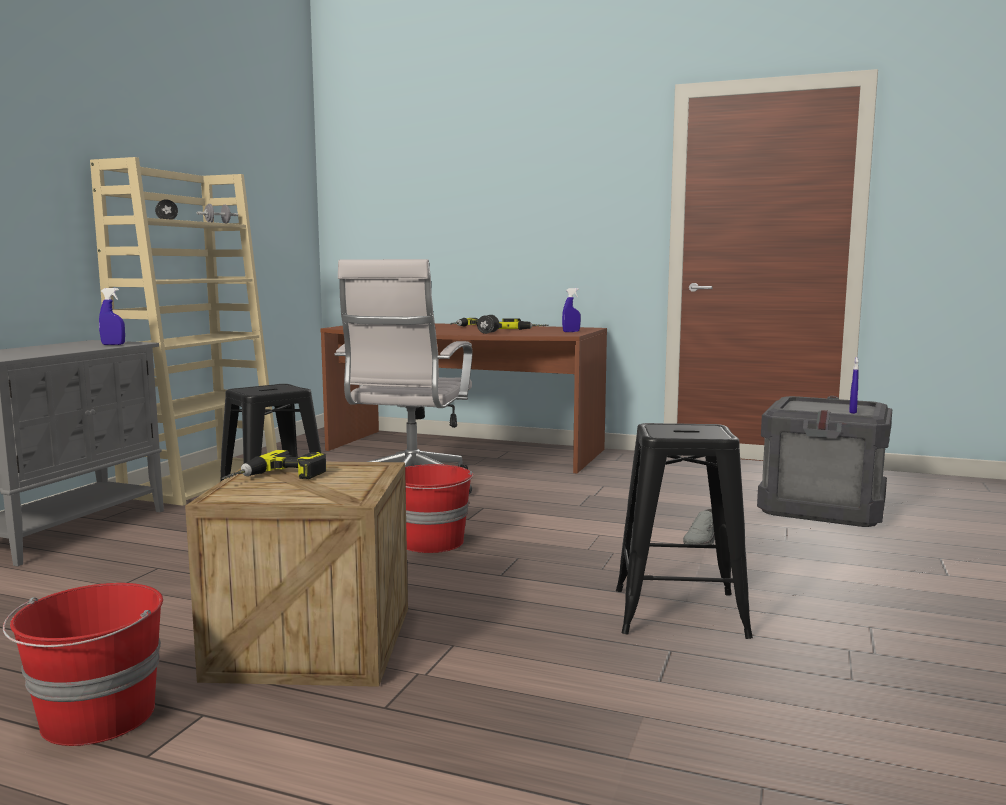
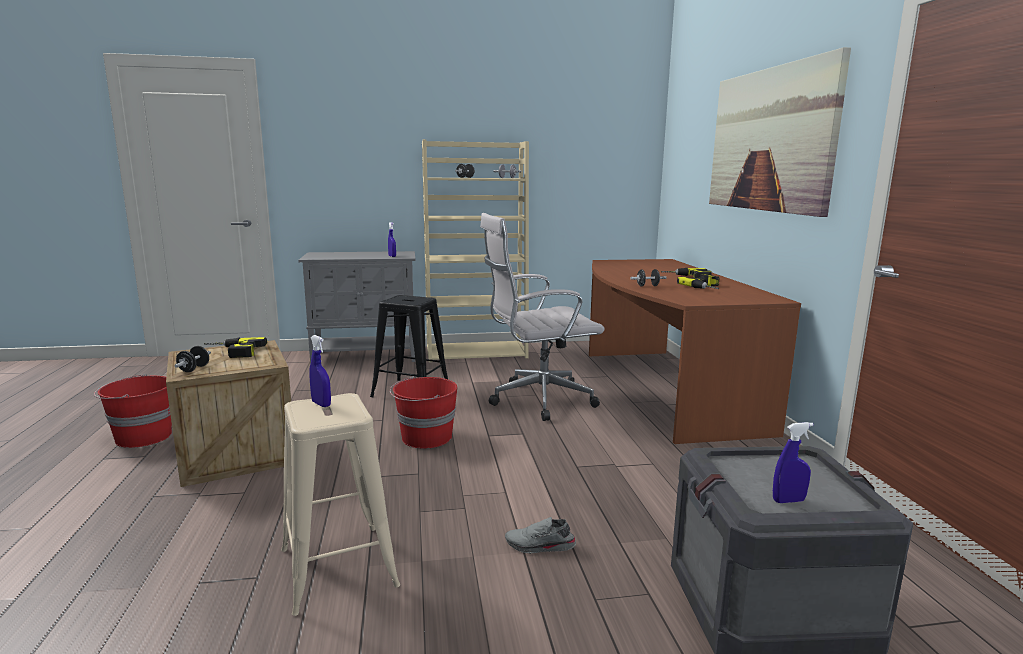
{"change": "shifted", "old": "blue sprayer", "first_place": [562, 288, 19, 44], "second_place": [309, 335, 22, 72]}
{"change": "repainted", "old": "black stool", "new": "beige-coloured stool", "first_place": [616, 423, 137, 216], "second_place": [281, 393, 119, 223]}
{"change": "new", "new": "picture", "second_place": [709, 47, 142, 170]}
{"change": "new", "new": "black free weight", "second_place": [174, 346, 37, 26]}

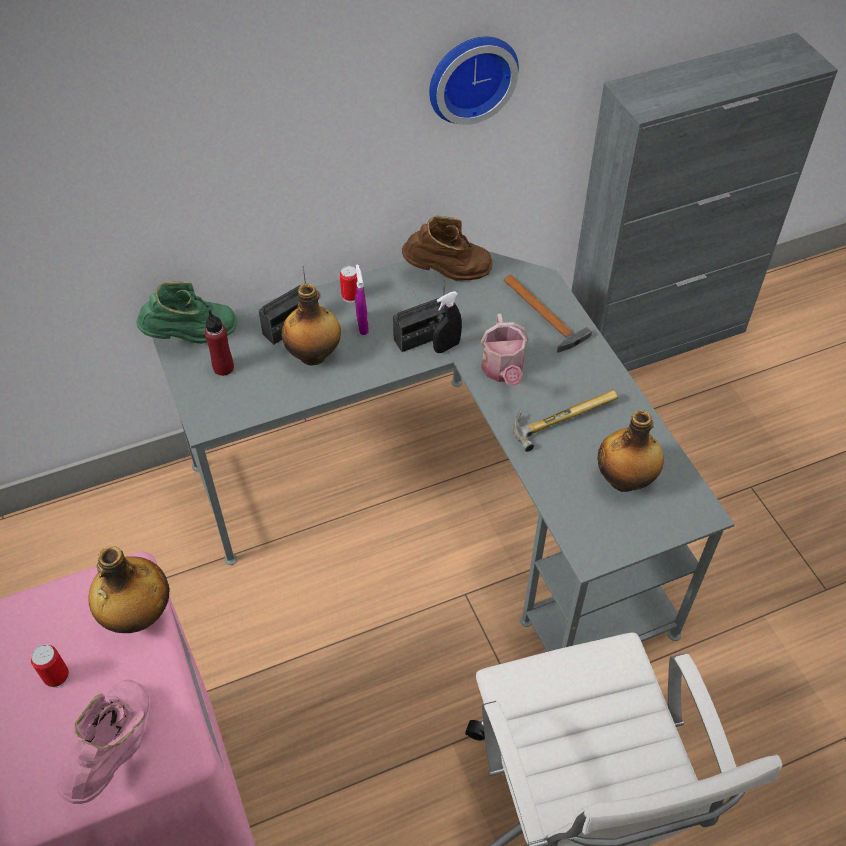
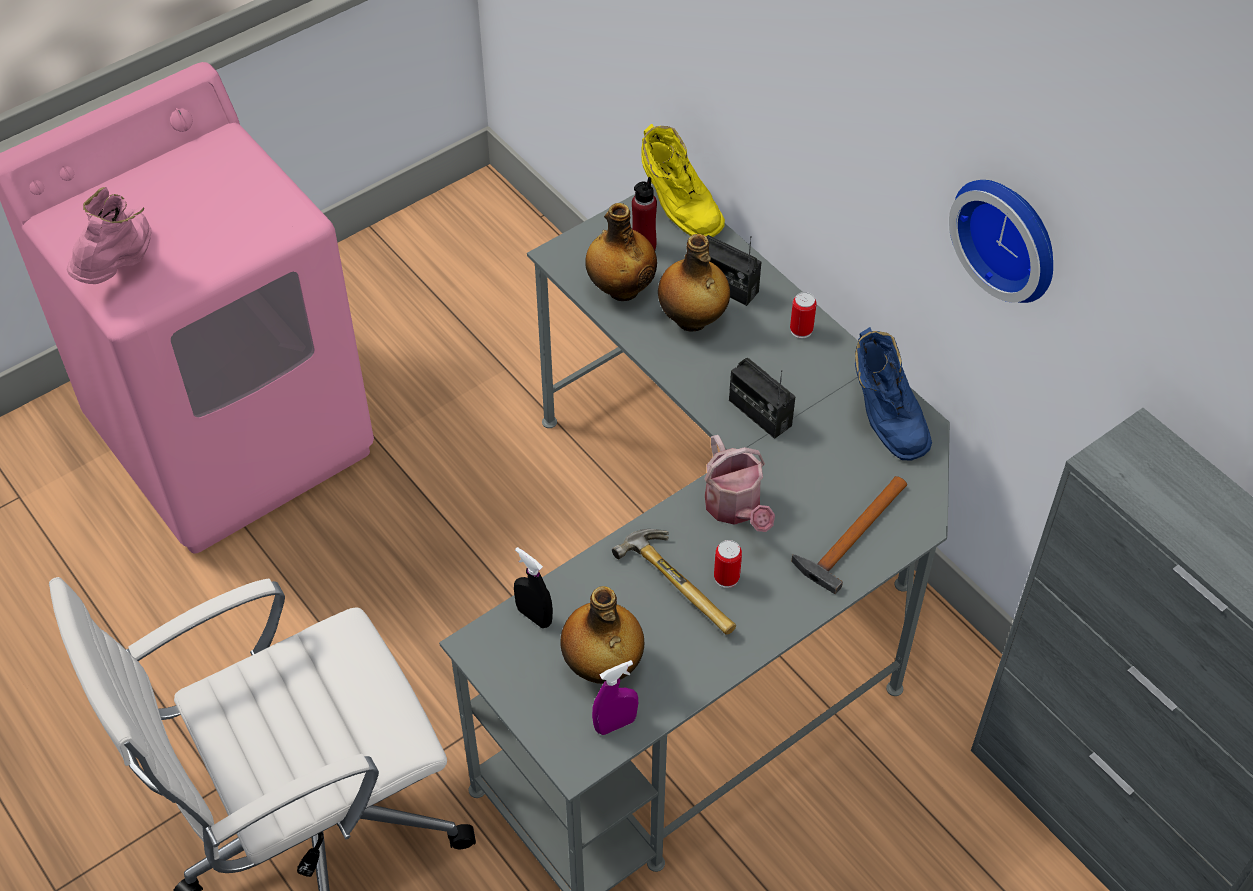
{"change": "repainted", "old": "brown-coloured high-top boot", "new": "blue high-top boot", "first_place": [402, 215, 91, 66], "second_place": [855, 327, 77, 133]}
{"change": "shifted", "old": "purplish sprayer", "first_place": [355, 264, 14, 71], "second_place": [592, 660, 46, 75]}
{"change": "repainted", "old": "greenish high-top boot", "new": "yellow high-top boot", "first_place": [136, 281, 101, 63], "second_place": [642, 124, 83, 113]}
{"change": "shifted", "old": "black sprayer", "first_place": [433, 292, 29, 61], "second_place": [514, 547, 39, 81]}
{"change": "rotated", "old": "watering can", "first_place": [481, 314, 48, 73], "second_place": [705, 435, 70, 97], "degrees": -90}
{"change": "shifted", "old": "drink bottle", "first_place": [89, 546, 81, 87], "second_place": [585, 203, 72, 98]}
{"change": "shifted", "old": "metal can", "first_place": [31, 644, 38, 44], "second_place": [714, 540, 28, 48]}
{"change": "rotated", "old": "pinkish high-top boot", "first_place": [56, 680, 96, 124], "second_place": [66, 187, 85, 97], "degrees": -75}

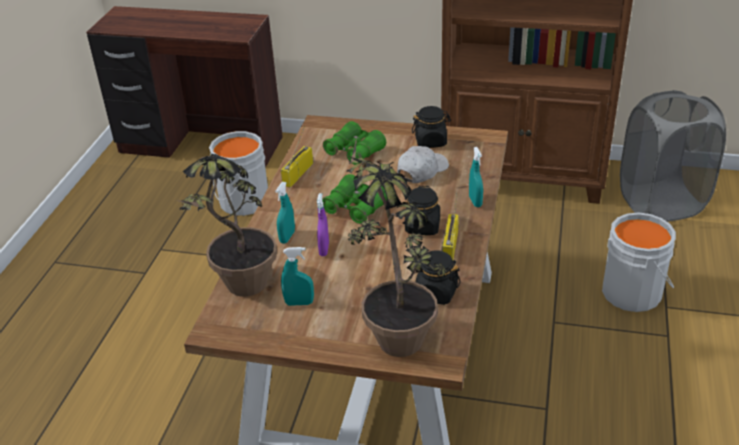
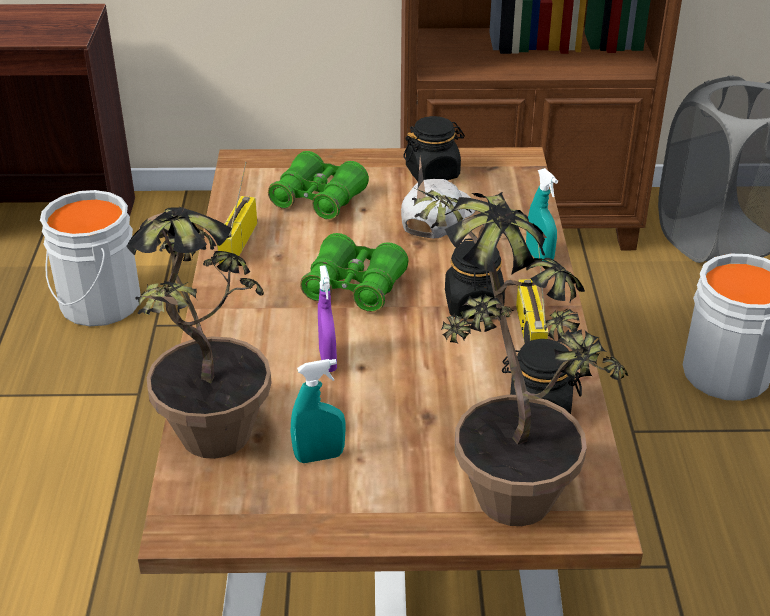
{"change": "gone", "old": "turquoise sprayer", "first_place": [275, 182, 20, 61]}

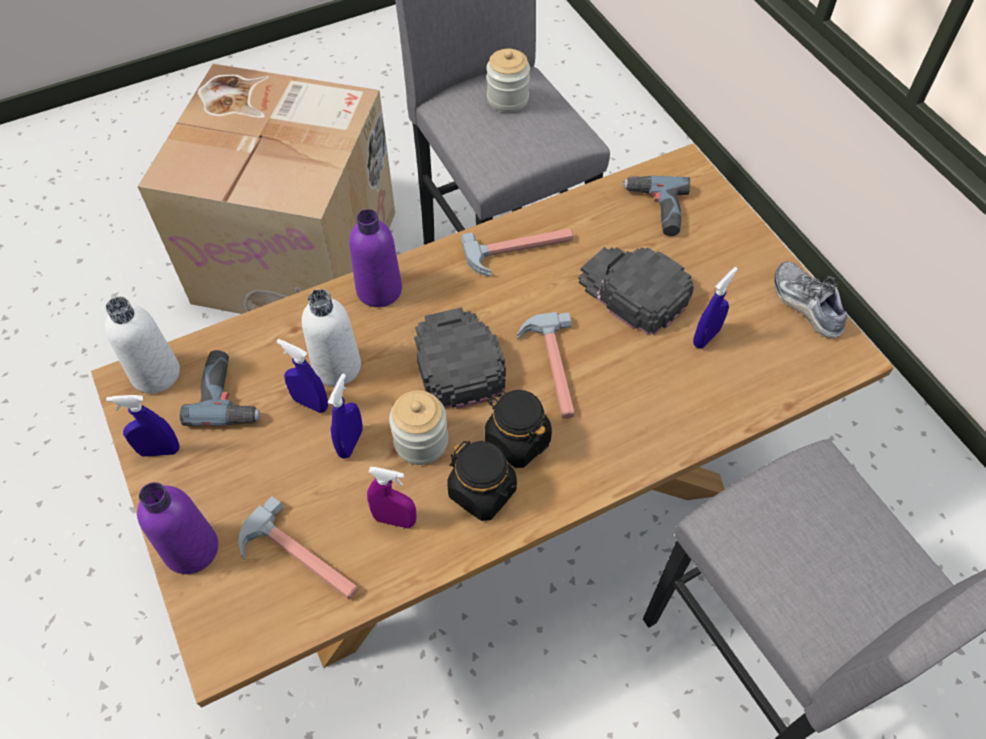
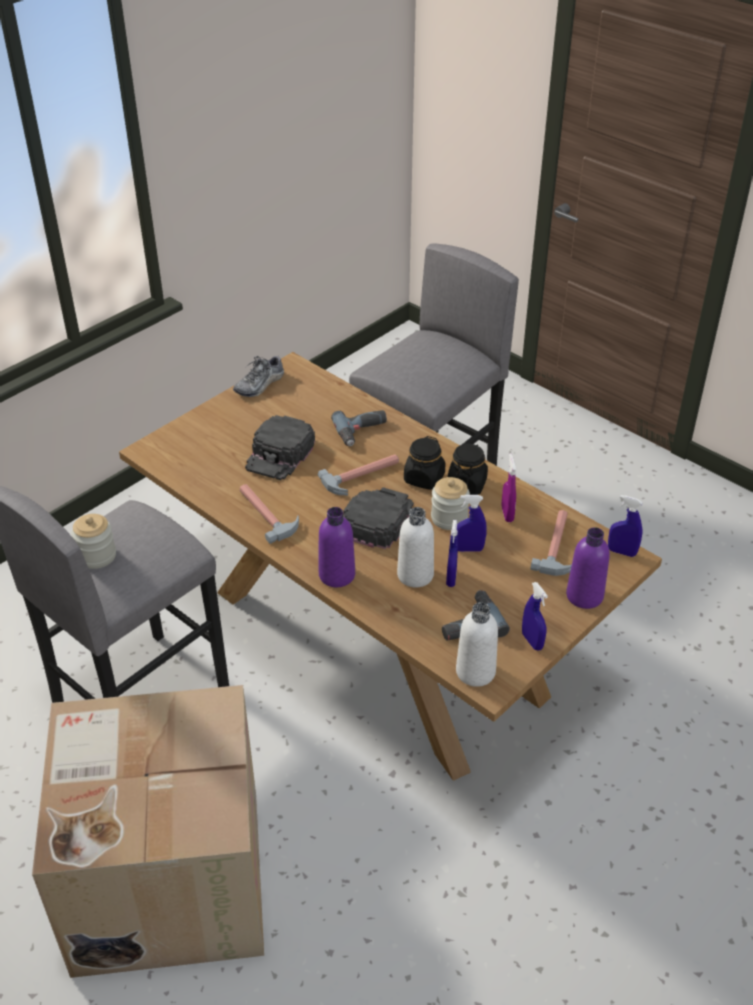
{"change": "shifted", "old": "power drill", "first_place": [623, 176, 67, 60], "second_place": [331, 410, 56, 36]}
{"change": "shifted", "old": "blue sprayer", "first_place": [693, 267, 45, 81], "second_place": [608, 495, 35, 62]}
{"change": "rotated", "old": "black peaked cap", "first_place": [414, 307, 92, 102], "second_place": [343, 487, 71, 62], "degrees": 150}

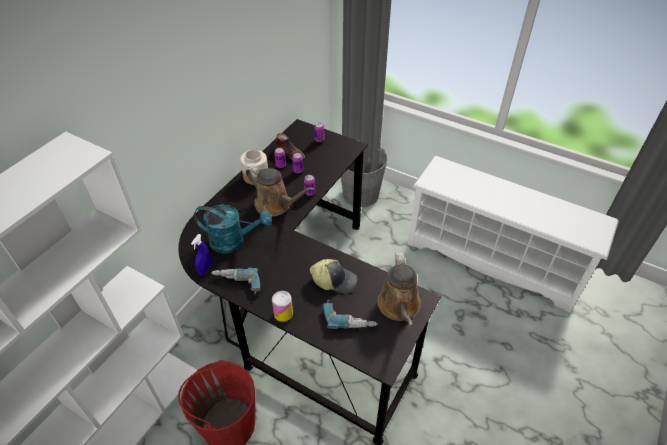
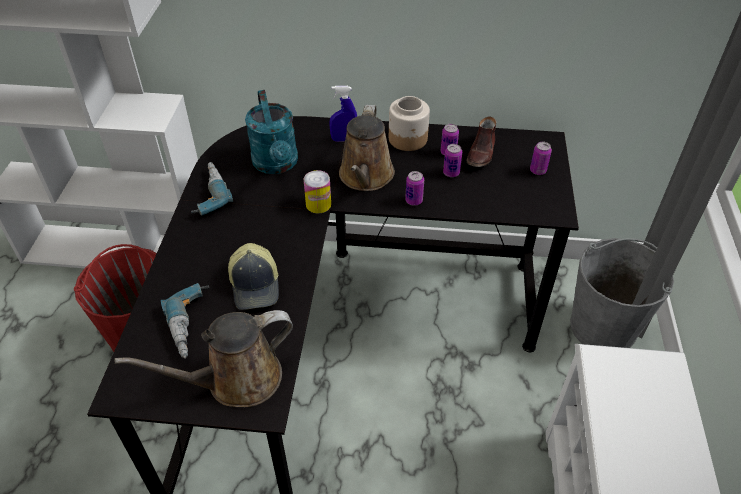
{"change": "shifted", "old": "blue sprayer", "first_place": [191, 234, 21, 42], "second_place": [329, 86, 28, 56]}
{"change": "shifted", "old": "metal can", "first_place": [272, 291, 21, 31], "second_place": [303, 170, 28, 43]}

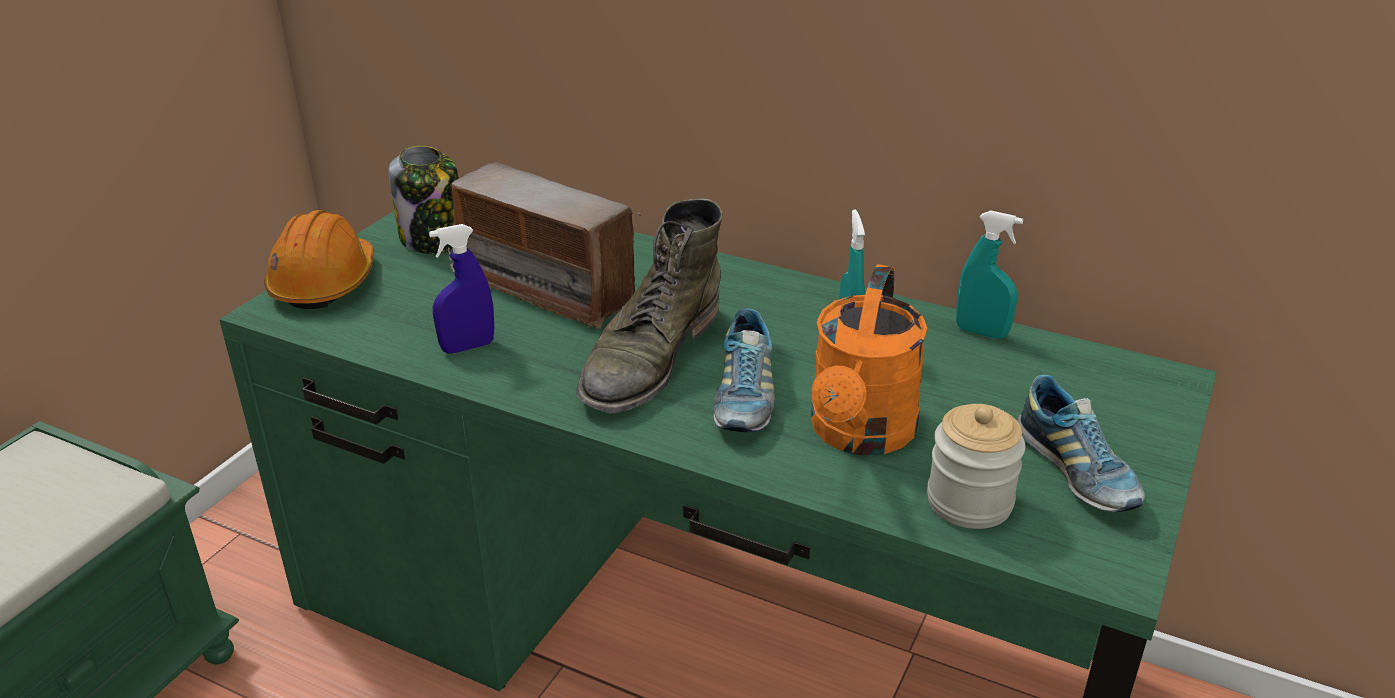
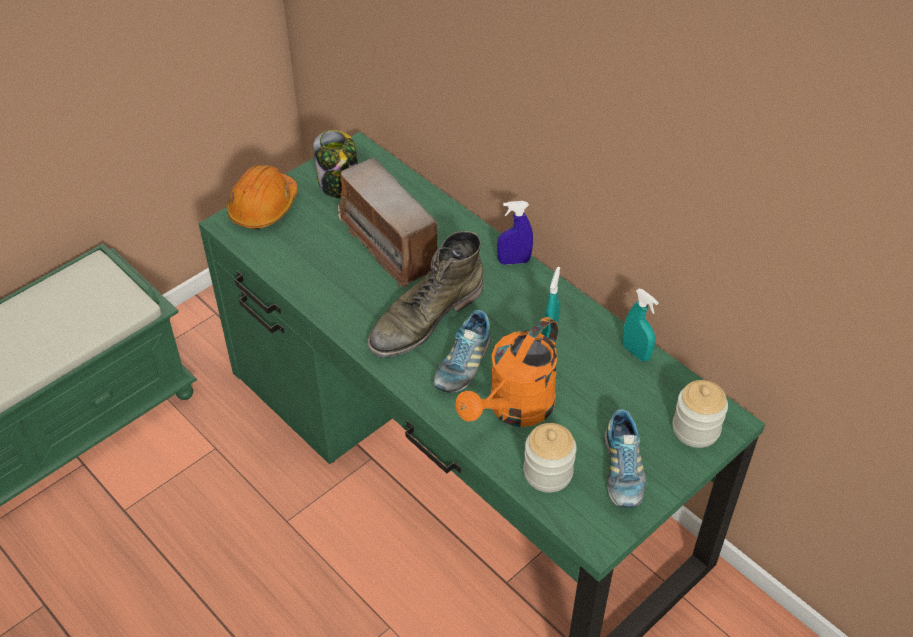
{"change": "shifted", "old": "blue sprayer", "first_place": [429, 224, 65, 129], "second_place": [497, 201, 36, 64]}
{"change": "new", "new": "jar", "second_place": [673, 380, 55, 68]}

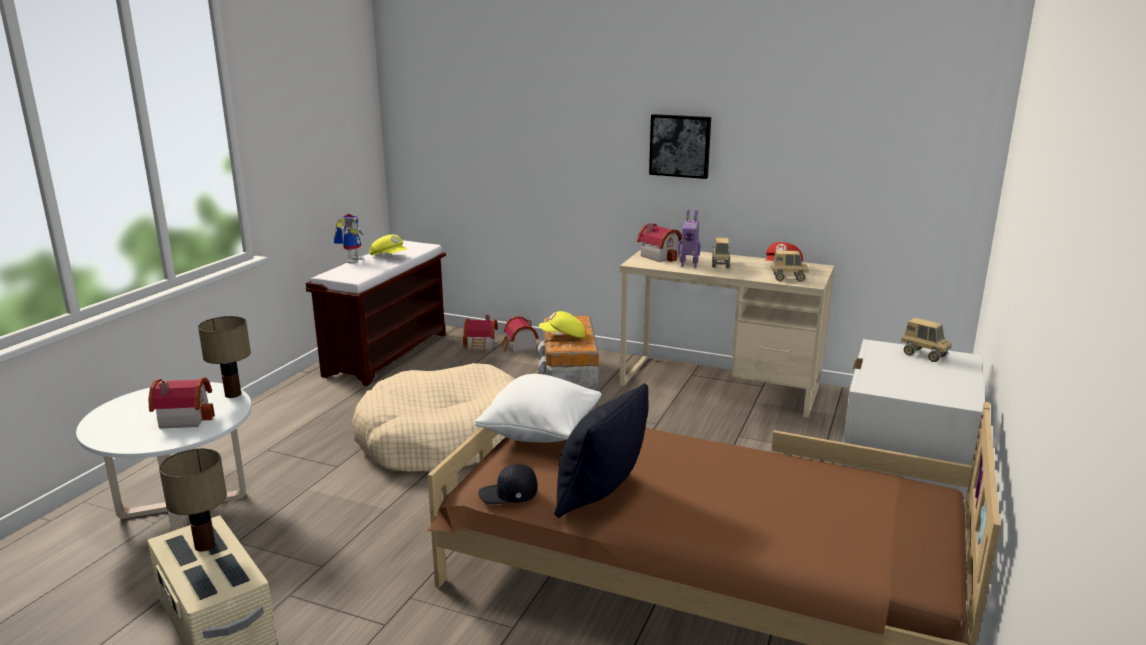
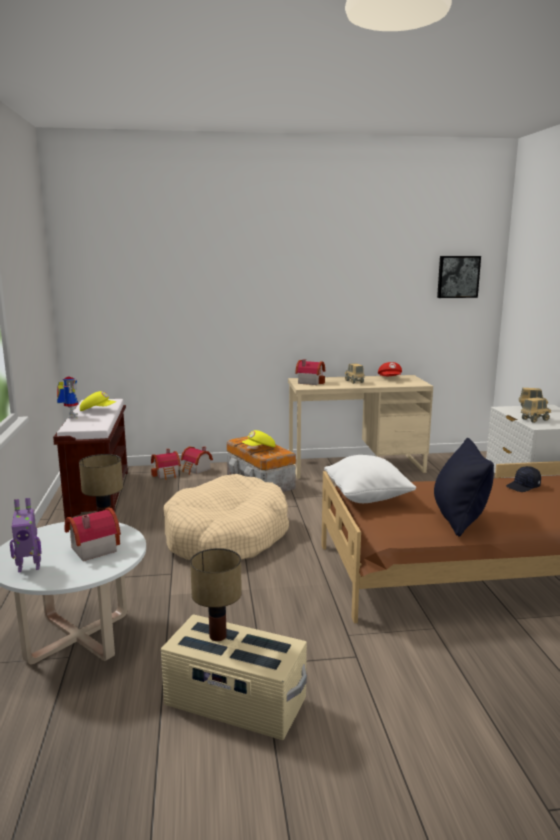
{"change": "shifted", "old": "picture", "first_place": [649, 114, 62, 65], "second_place": [437, 256, 44, 42]}
{"change": "shifted", "old": "robot figure", "first_place": [678, 210, 23, 58], "second_place": [10, 498, 32, 74]}
{"change": "shifted", "old": "model truck", "first_place": [771, 250, 38, 32], "second_place": [521, 397, 30, 26]}
{"change": "shifted", "old": "black peaked cap", "first_place": [478, 464, 59, 40], "second_place": [506, 466, 35, 26]}

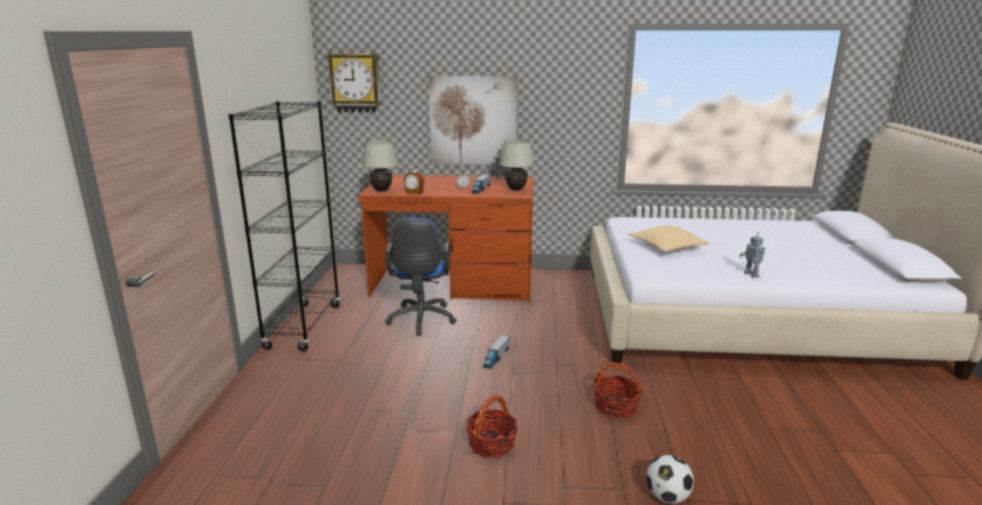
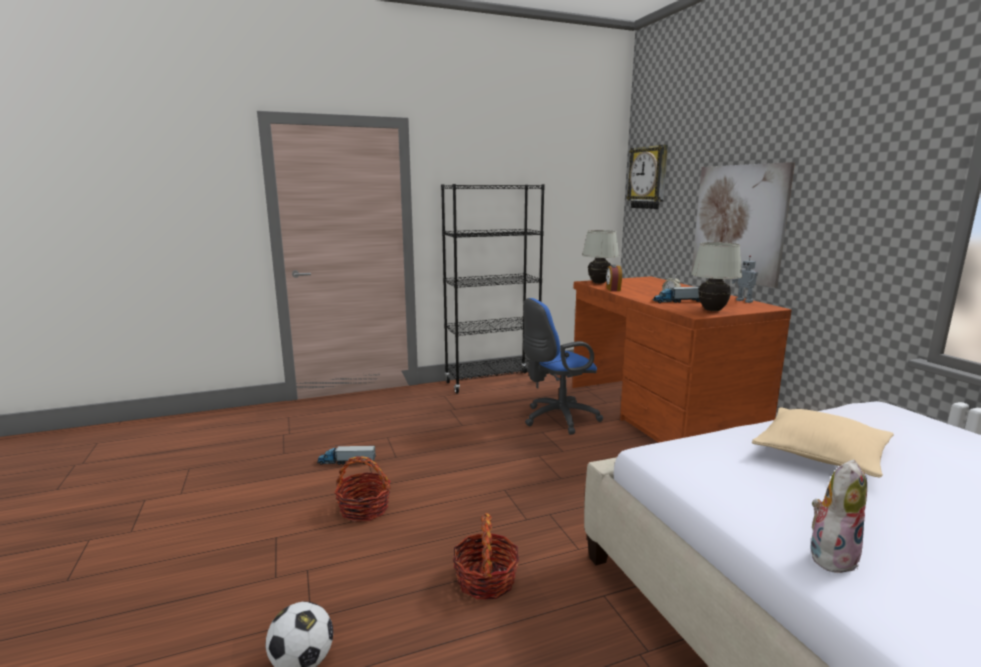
{"change": "swapped", "old": "robot figure", "new": "plush toy", "first_place": [739, 232, 26, 46], "second_place": [811, 459, 56, 116]}
{"change": "shifted", "old": "model truck", "first_place": [483, 335, 27, 34], "second_place": [317, 445, 59, 20]}

